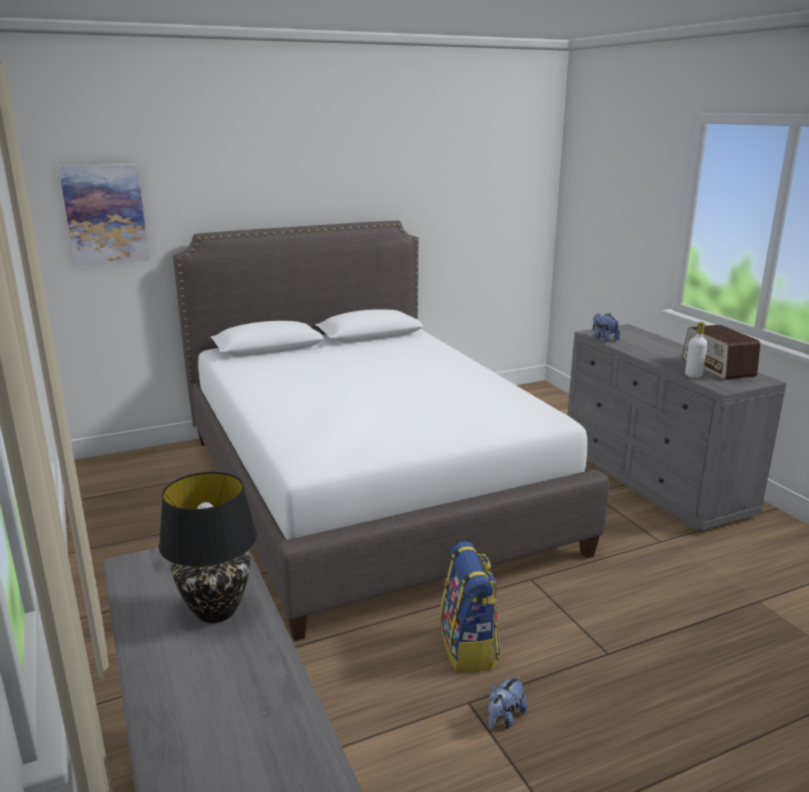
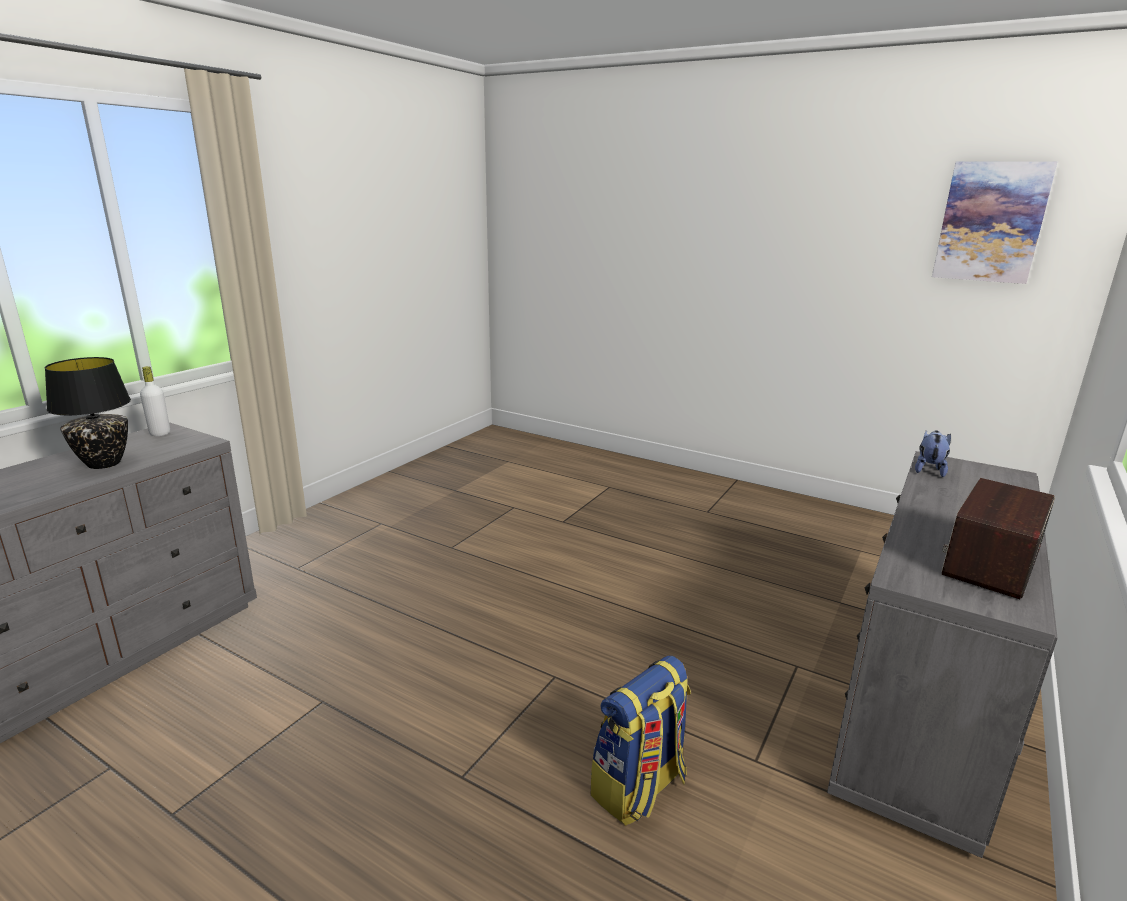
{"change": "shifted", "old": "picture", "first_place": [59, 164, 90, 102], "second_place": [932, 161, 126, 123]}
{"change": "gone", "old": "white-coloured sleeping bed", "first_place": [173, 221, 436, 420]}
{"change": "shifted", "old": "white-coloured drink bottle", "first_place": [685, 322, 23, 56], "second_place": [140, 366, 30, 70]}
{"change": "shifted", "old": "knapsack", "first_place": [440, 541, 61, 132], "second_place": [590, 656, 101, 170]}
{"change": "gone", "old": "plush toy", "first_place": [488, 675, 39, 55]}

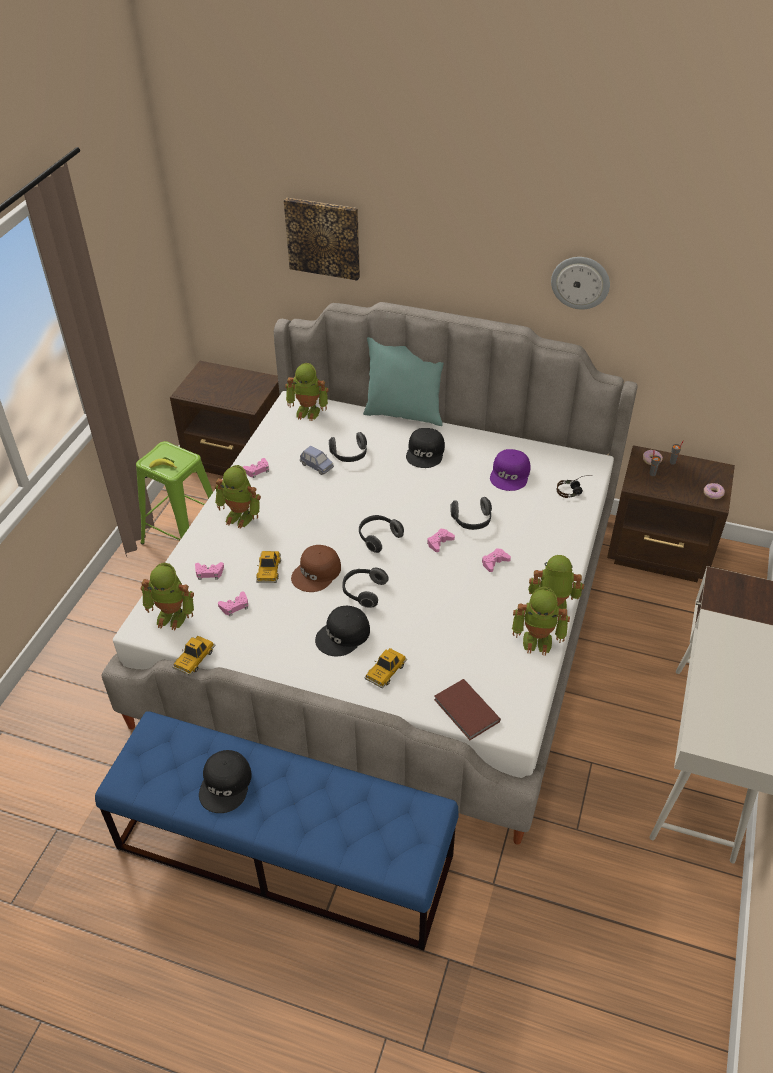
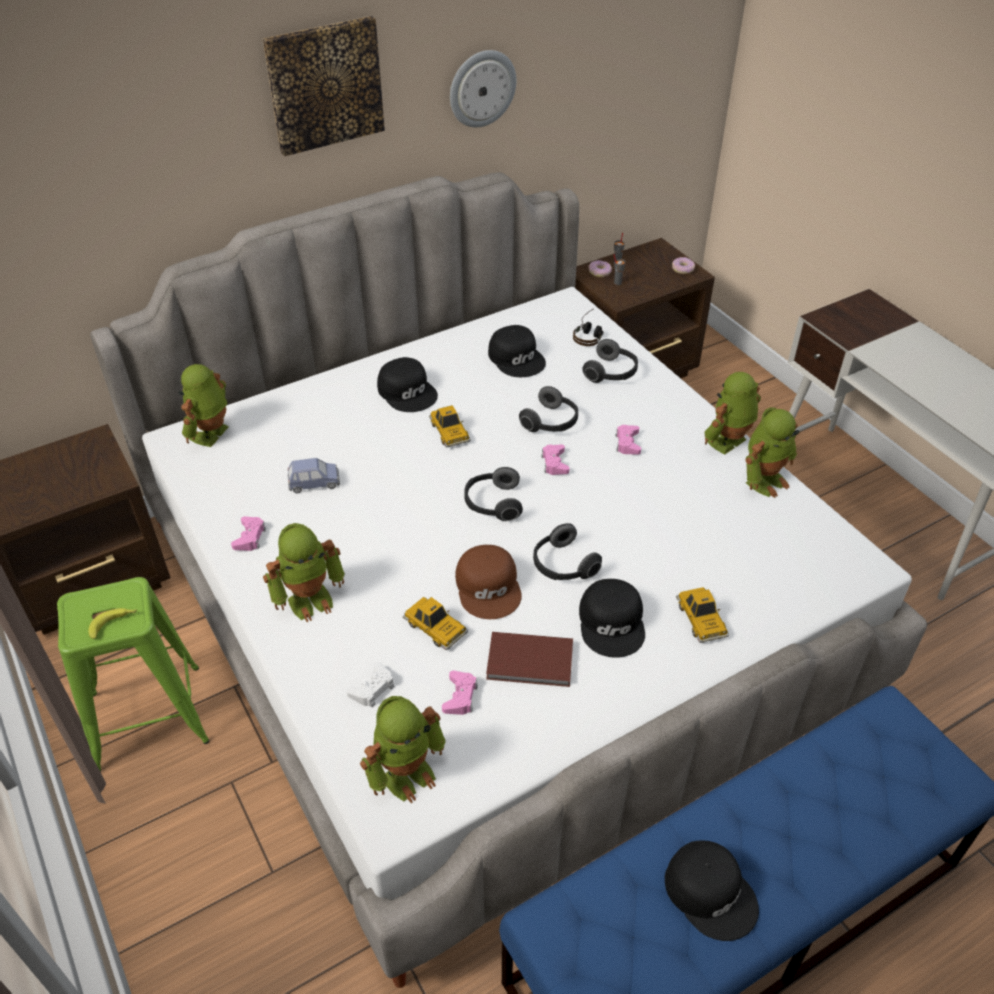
{"change": "shifted", "old": "picture", "first_place": [284, 197, 76, 84], "second_place": [262, 16, 123, 140]}
{"change": "gone", "old": "turquoise cushion", "first_place": [363, 337, 81, 89]}
{"change": "rotated", "old": "robot figure", "first_place": [285, 363, 44, 58], "second_place": [178, 364, 51, 83], "degrees": 150}
{"change": "shifted", "old": "pair of headphones", "first_place": [329, 432, 38, 30], "second_place": [583, 339, 55, 44]}
{"change": "repainted", "old": "purplish peaked cap", "new": "black peaked cap", "first_place": [490, 449, 41, 42], "second_place": [488, 325, 58, 52]}
{"change": "repainted", "old": "pinkish game controller", "new": "white-coloured game controller", "first_place": [195, 562, 29, 18], "second_place": [347, 662, 47, 45]}
{"change": "shifted", "old": "model car", "first_place": [172, 636, 44, 40], "second_place": [429, 405, 42, 43]}
{"change": "shifted", "old": "brown-coloured bound book", "first_place": [434, 679, 67, 61], "second_place": [486, 632, 87, 55]}

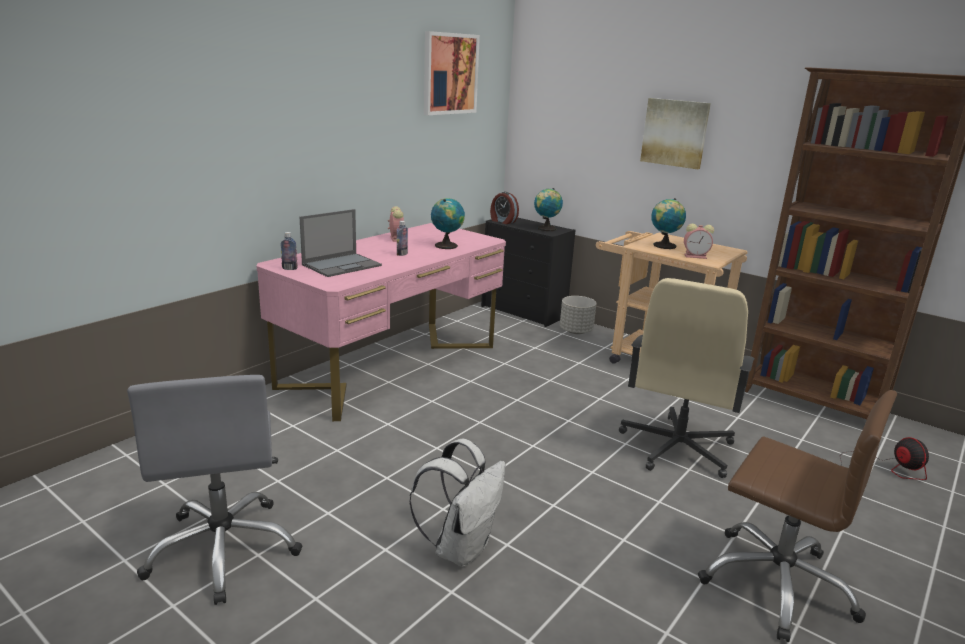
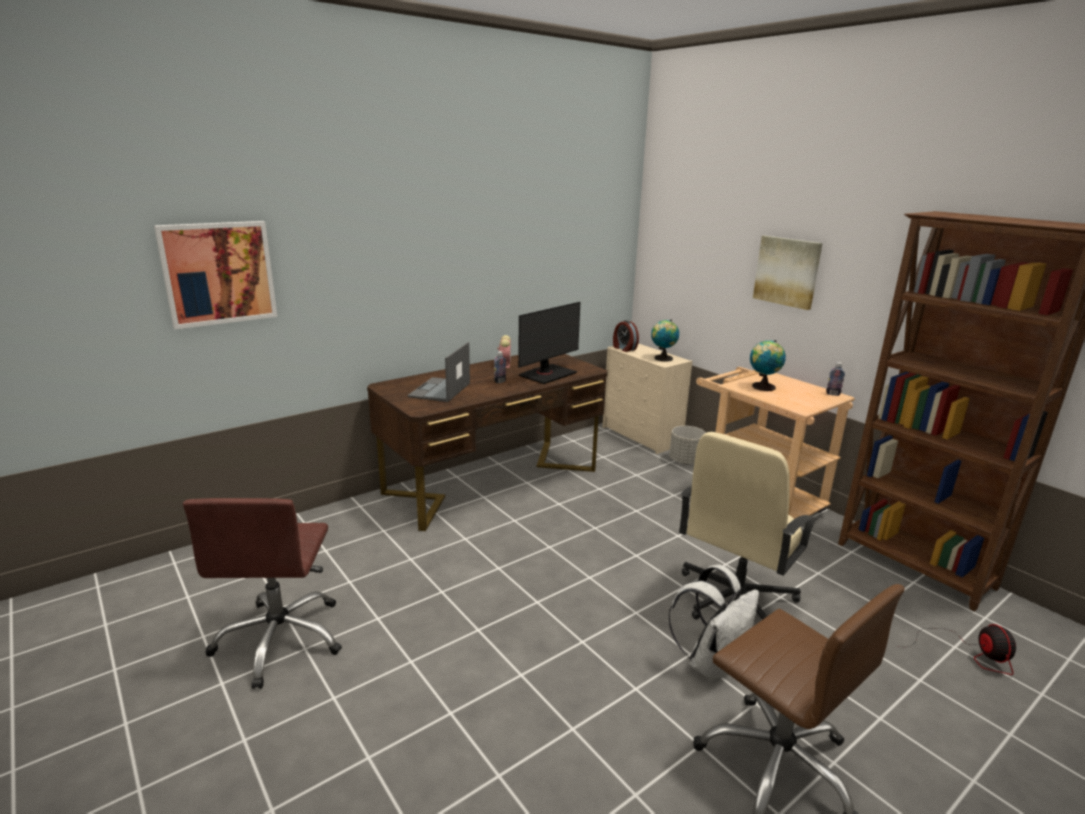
{"change": "shifted", "old": "picture", "first_place": [424, 31, 56, 84], "second_place": [154, 221, 123, 108]}
{"change": "swapped", "old": "desk globe", "new": "computer screen", "first_place": [431, 198, 34, 51], "second_place": [518, 302, 62, 82]}
{"change": "rotated", "old": "notebook computer", "first_place": [300, 209, 82, 68], "second_place": [408, 342, 62, 60], "degrees": 135}
{"change": "repainted", "old": "black drawer chest", "new": "beige-coloured drawer chest", "first_place": [481, 218, 94, 109], "second_place": [603, 343, 89, 111]}
{"change": "repainted", "old": "pinkish desk", "new": "brown-coloured desk", "first_place": [256, 223, 250, 198], "second_place": [367, 354, 240, 177]}
{"change": "gone", "old": "alarm clock", "first_place": [684, 224, 30, 35]}
{"change": "shifted", "old": "drink bottle", "first_place": [280, 232, 18, 38], "second_place": [826, 362, 19, 34]}
{"change": "repainted", "old": "gray computer chair", "new": "brown-coloured computer chair", "first_place": [127, 375, 175, 230], "second_place": [183, 498, 159, 191]}
{"change": "shifted", "old": "white-coloured knapsack", "first_place": [409, 439, 97, 128], "second_place": [668, 564, 91, 117]}

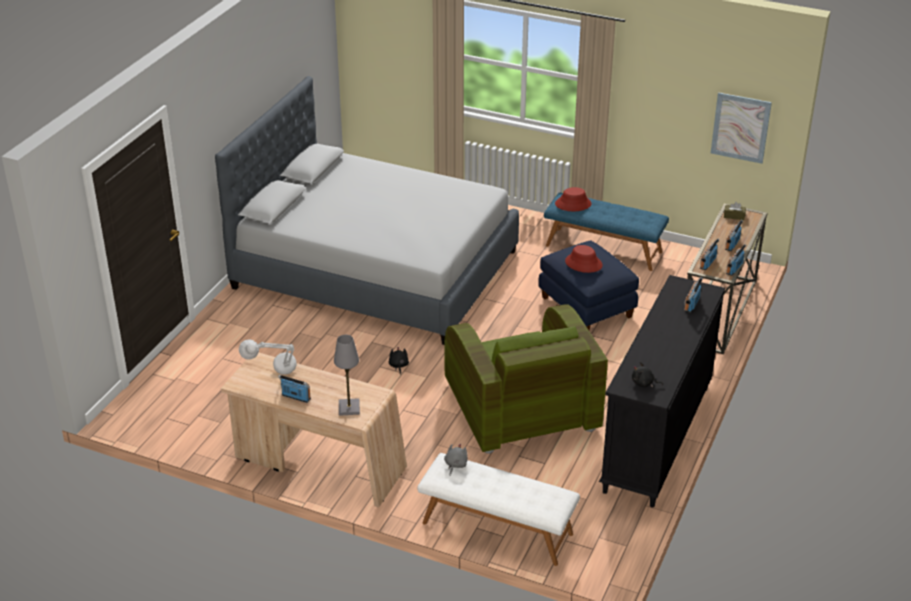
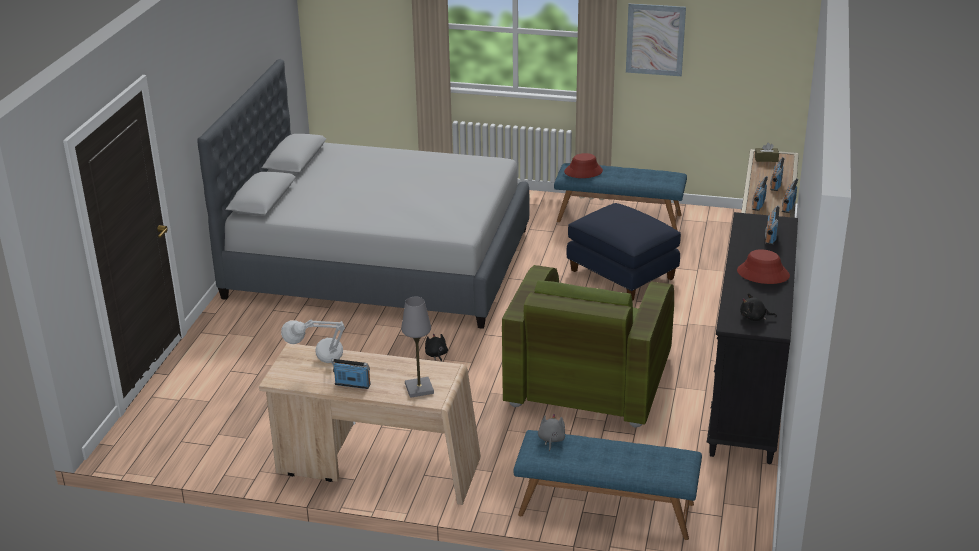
{"change": "shifted", "old": "picture", "first_place": [711, 92, 61, 72], "second_place": [626, 3, 60, 73]}
{"change": "shifted", "old": "red-coloured wearable hat", "first_place": [565, 245, 38, 28], "second_place": [737, 249, 53, 35]}
{"change": "rotated", "old": "greenish armchair", "first_place": [444, 304, 164, 150], "second_place": [502, 265, 172, 163], "degrees": 45}
{"change": "repainted", "old": "white-coloured long seat", "new": "blue long seat", "first_place": [417, 453, 163, 113], "second_place": [513, 430, 189, 110]}

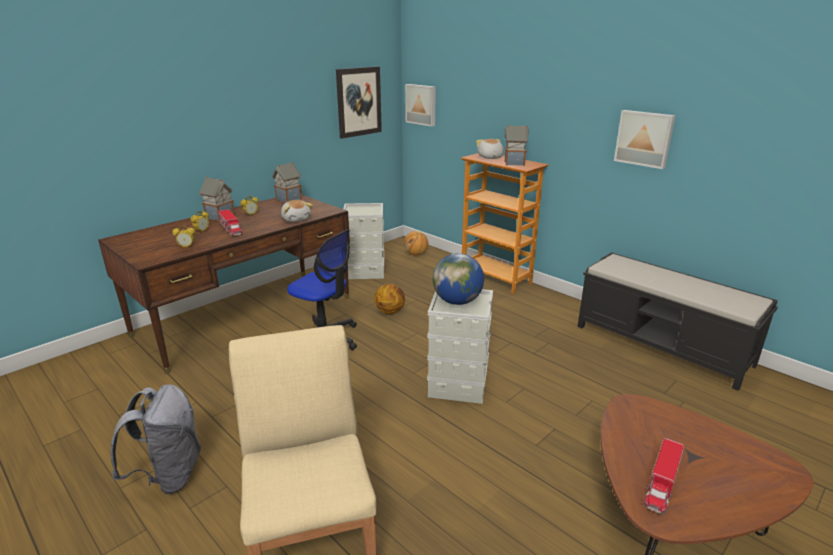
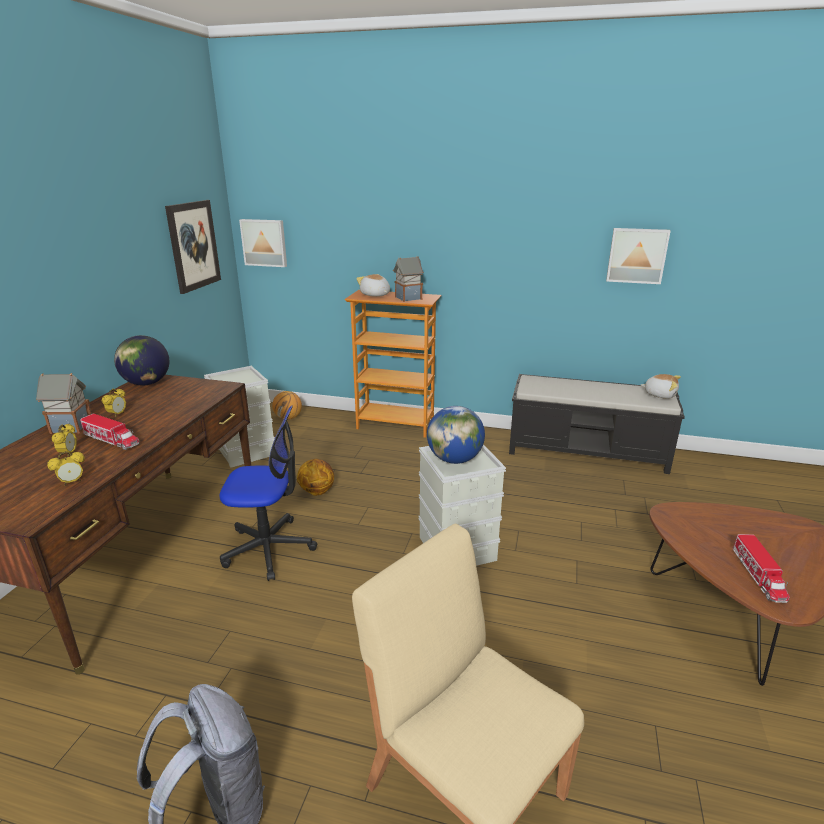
{"change": "shifted", "old": "picture", "first_place": [614, 110, 62, 59], "second_place": [606, 228, 65, 56]}
{"change": "swapped", "old": "miniature house", "new": "desk globe", "first_place": [271, 162, 31, 40], "second_place": [114, 335, 55, 51]}
{"change": "shifted", "old": "plush toy", "first_place": [281, 200, 32, 22], "second_place": [641, 374, 40, 25]}

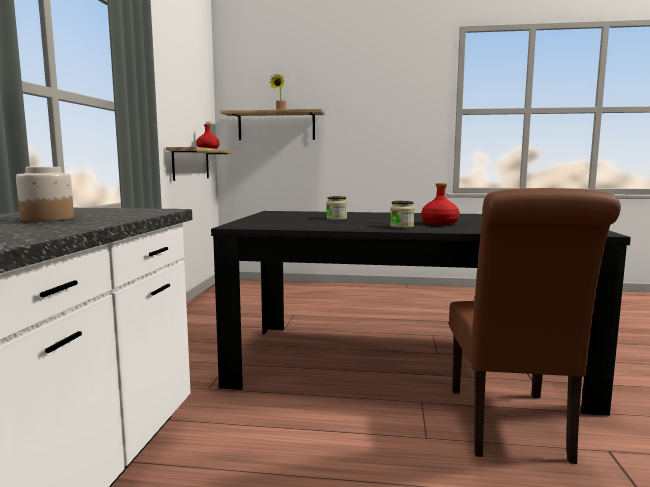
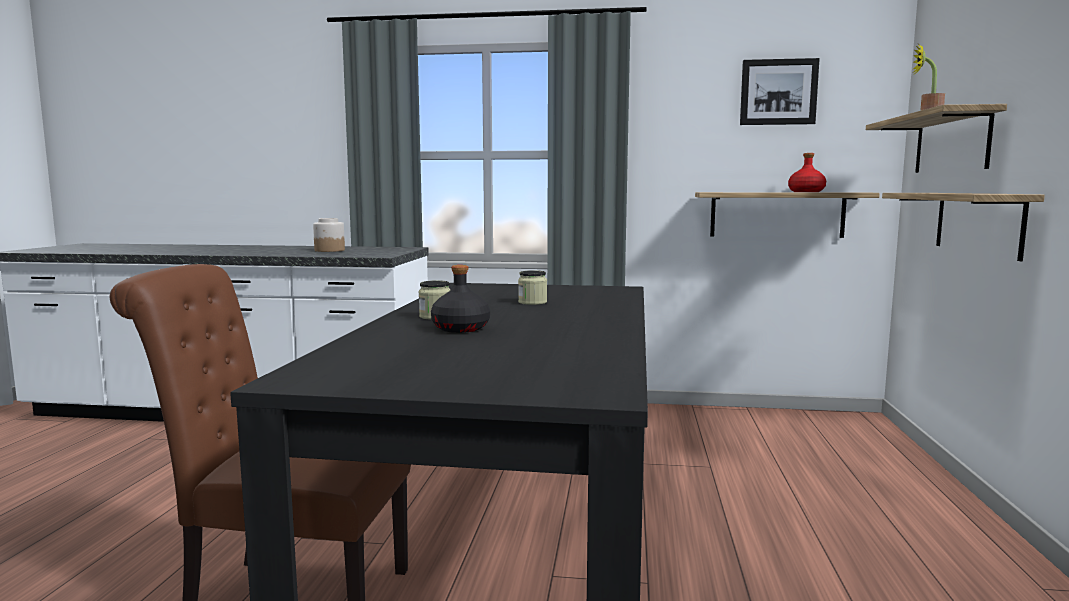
{"change": "repainted", "old": "red-coloured drink bottle", "new": "black drink bottle", "first_place": [421, 183, 39, 42], "second_place": [431, 265, 59, 68]}
{"change": "new", "new": "picture", "second_place": [740, 58, 80, 67]}
{"change": "new", "new": "wall shelf", "second_place": [882, 193, 163, 68]}

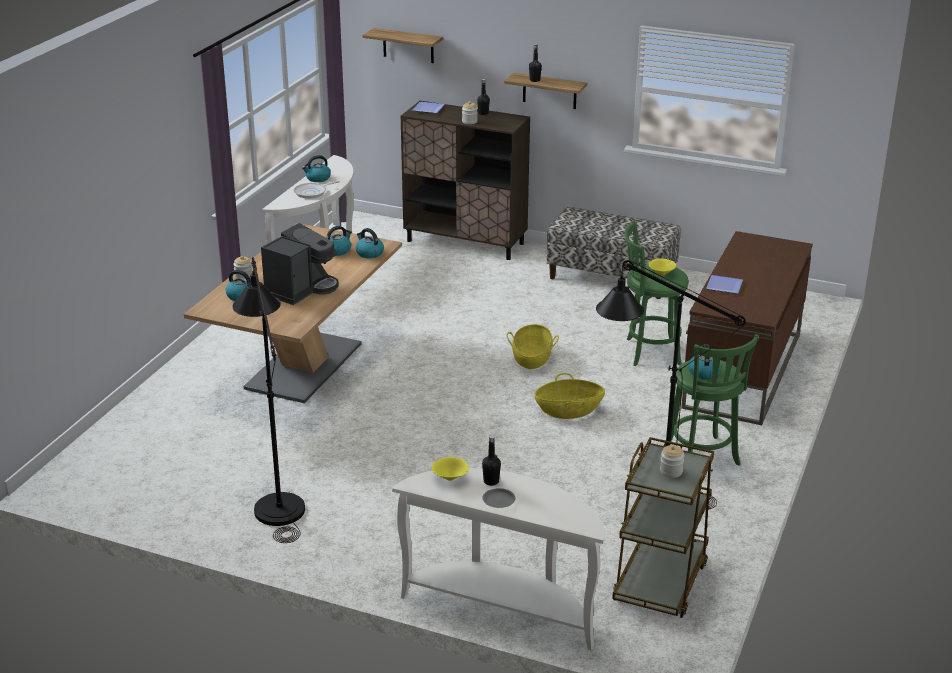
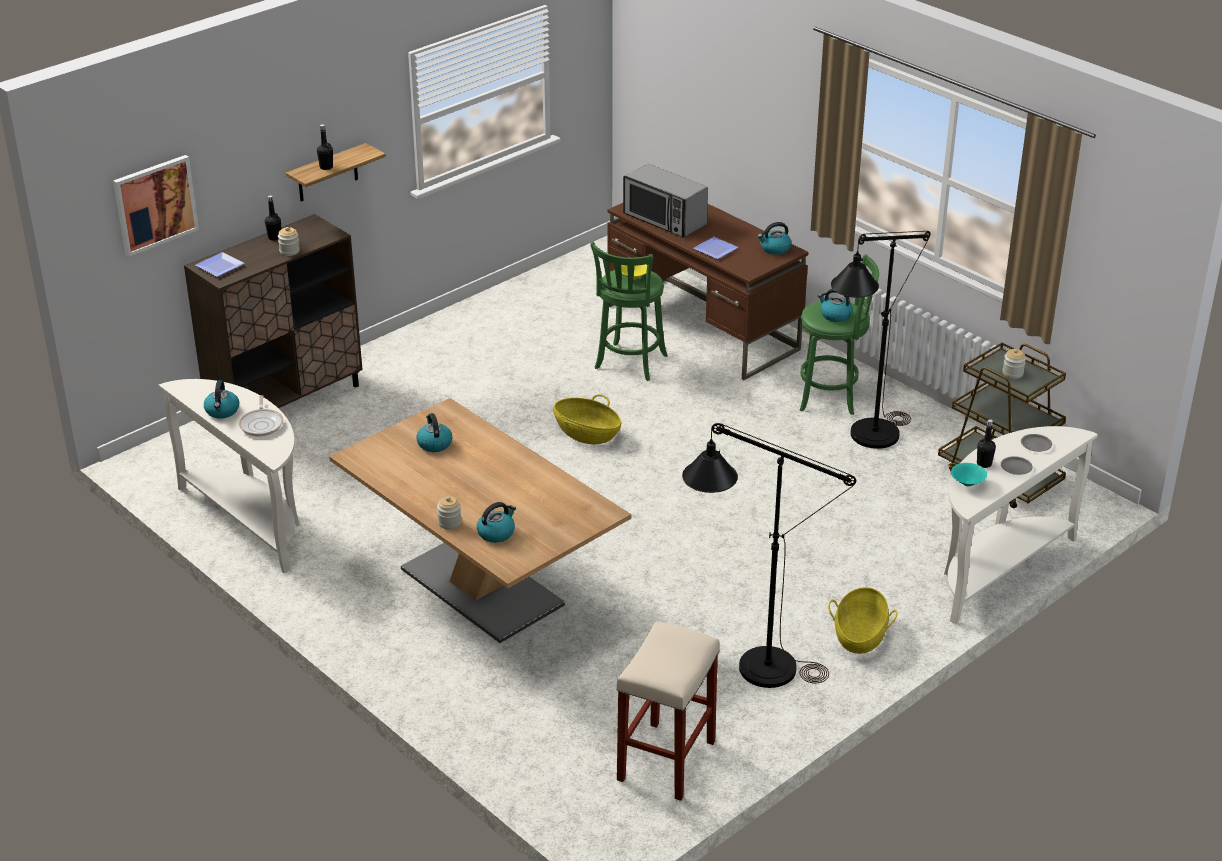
{"change": "swapped", "old": "wall shelf", "new": "picture", "first_place": [362, 28, 81, 35], "second_place": [113, 155, 86, 102]}
{"change": "gone", "old": "long seat", "first_place": [547, 207, 134, 92]}
{"change": "gone", "old": "coffee brewer", "first_place": [261, 223, 78, 82]}
{"change": "shifted", "old": "tea kettle", "first_place": [356, 228, 28, 30], "second_place": [758, 222, 33, 33]}
{"change": "shifted", "old": "household basket", "first_place": [535, 373, 70, 46], "second_place": [828, 587, 70, 67]}
{"change": "repainted", "old": "yellow deep dish", "new": "turquoise deep dish", "first_place": [432, 457, 37, 24], "second_place": [951, 463, 36, 24]}
{"change": "new", "new": "kitchen microwave", "second_place": [623, 164, 85, 73]}
{"change": "new", "new": "gray plate", "second_place": [1021, 434, 31, 18]}
{"change": "new", "new": "beige-coloured stool", "second_place": [616, 621, 104, 180]}

